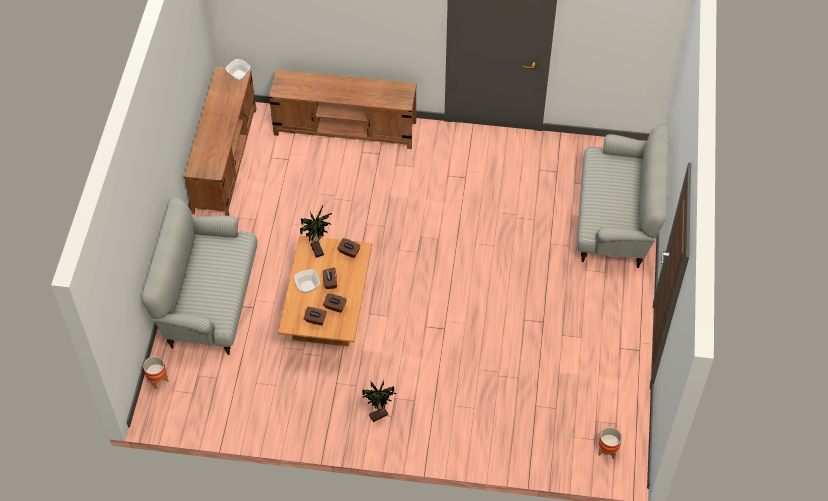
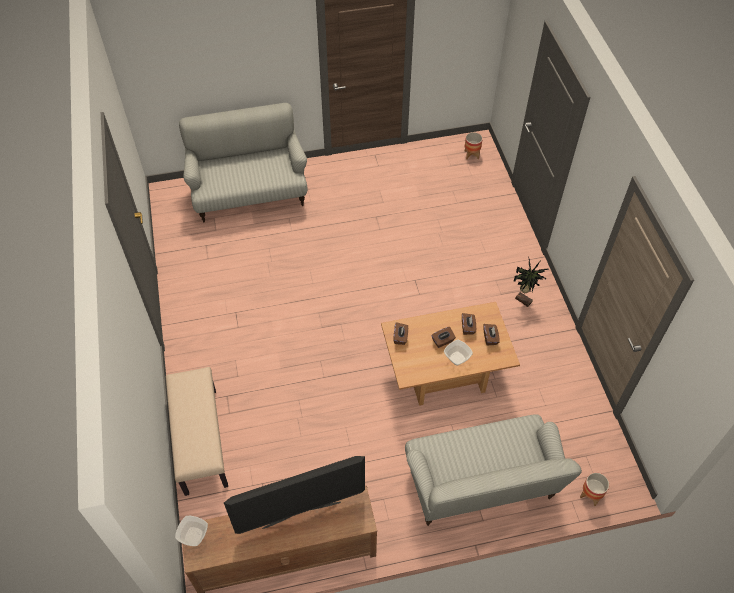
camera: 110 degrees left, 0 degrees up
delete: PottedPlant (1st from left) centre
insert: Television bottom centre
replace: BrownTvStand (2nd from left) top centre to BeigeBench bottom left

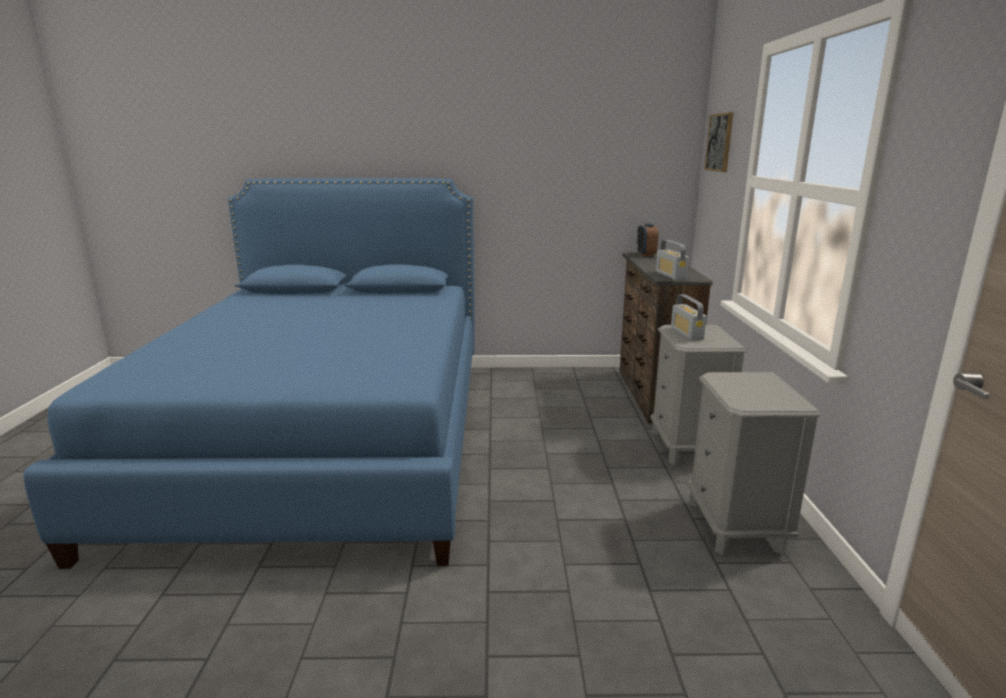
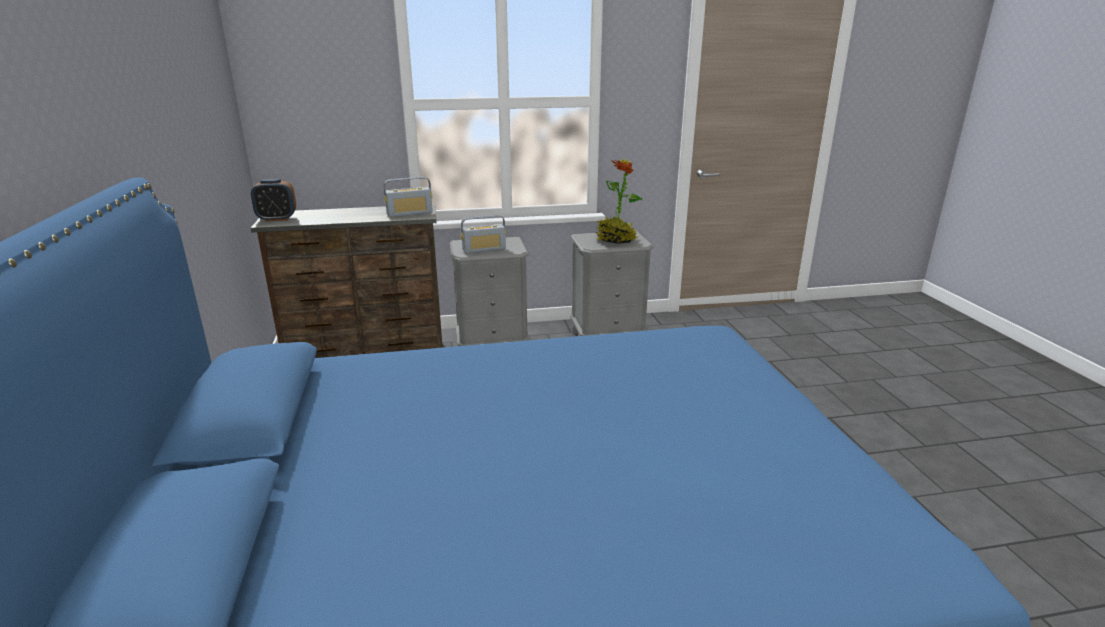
camera: 100 degrees left, 5 degrees up
delete: Picture top right
insert: PottedPlant top centre

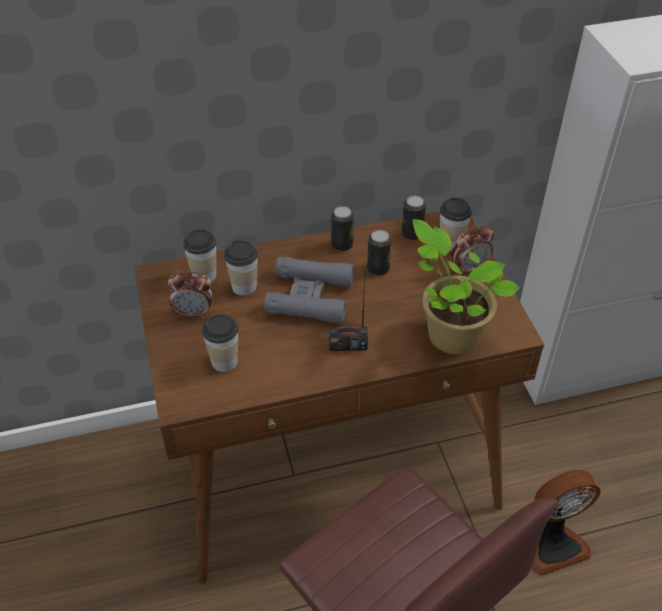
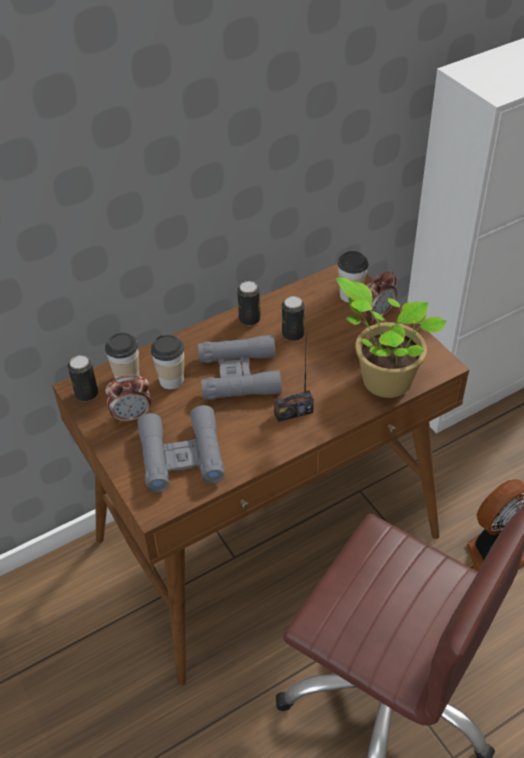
camera: 15 degrees left, 0 degrees up
move: Can (3rd from left in the first image) centre to Can (1st from left) middle left
replace: Cup (2nd from left) middle left to GreyBinoculars (1st from left) centre

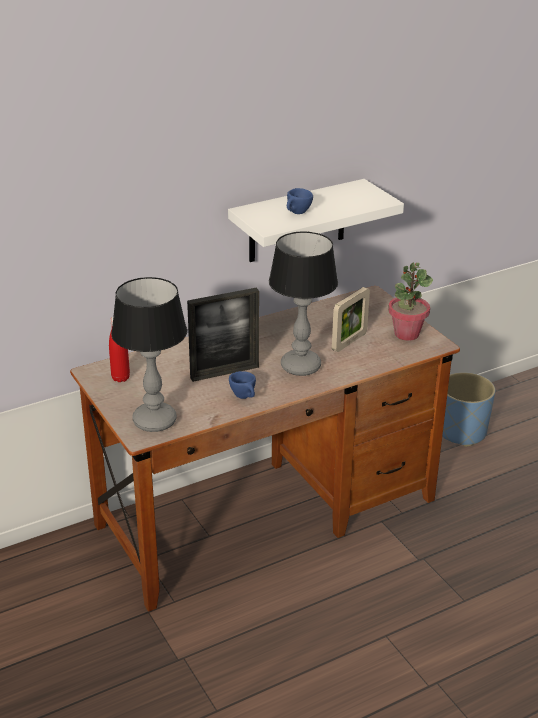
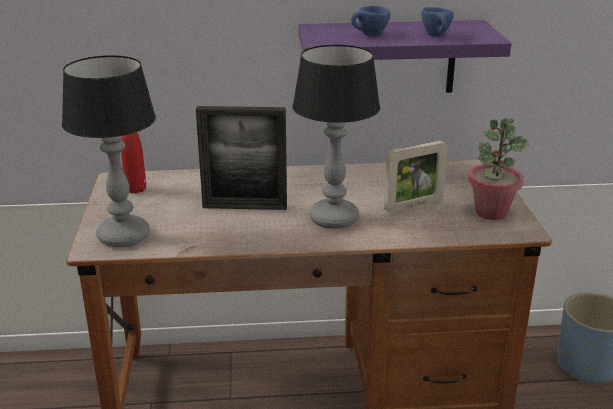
camera: 25 degrees right, 5 degrees down
move: BlueCup (1st from left in the first image) centre to BlueCup (2nd from left) top right
recolor: WhiteShelf top centre to PurpleShelf top centre

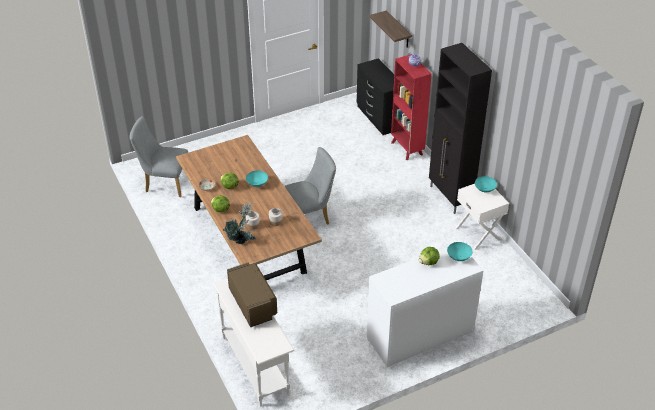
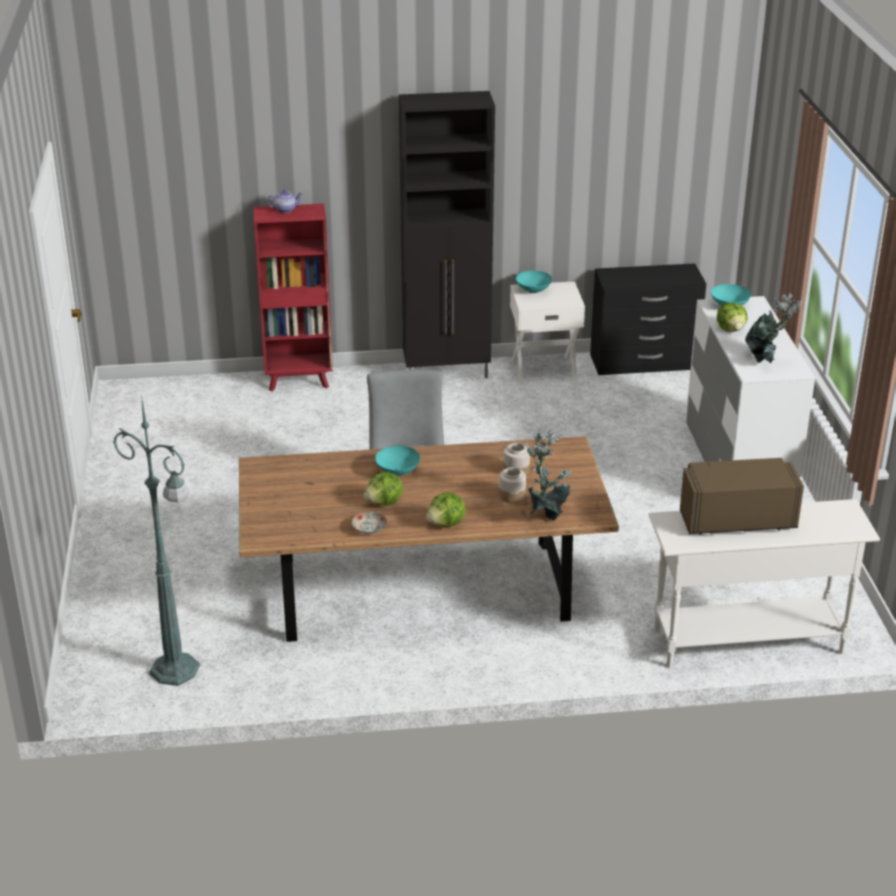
camera: 70 degrees left, 10 degrees down
delete: Shelf top centre
insert: PottedPlant (2nd from left) middle right
move: BlackDresser top centre to middle right
replace: GreyChair (1st from left) middle left to GreenFloorLamp middle left

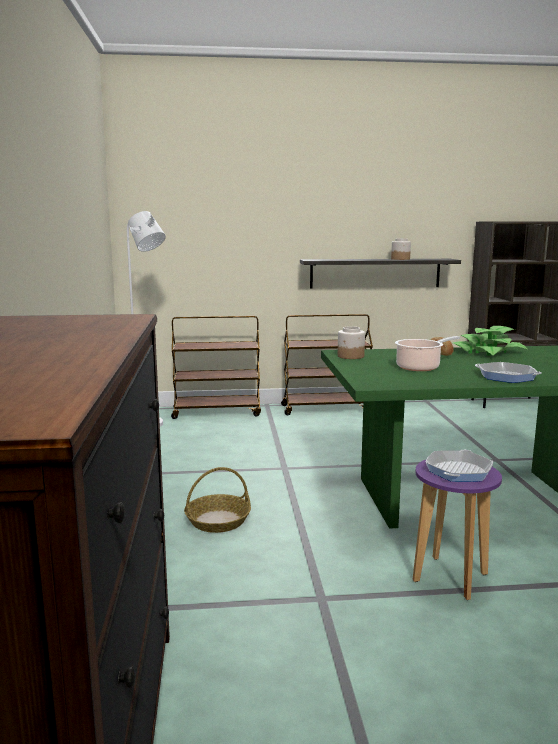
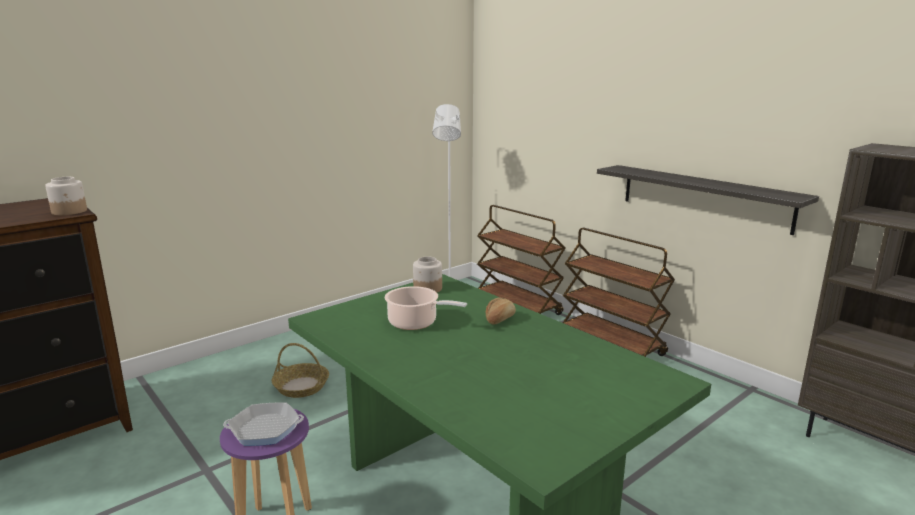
camera: 55 degrees right, 5 degrees up
delete: PottedPlant middle right; FryingPan (2nd from left) middle right
move: Jar (2nd from left in the first image) middle right to Jar (1st from left) middle left

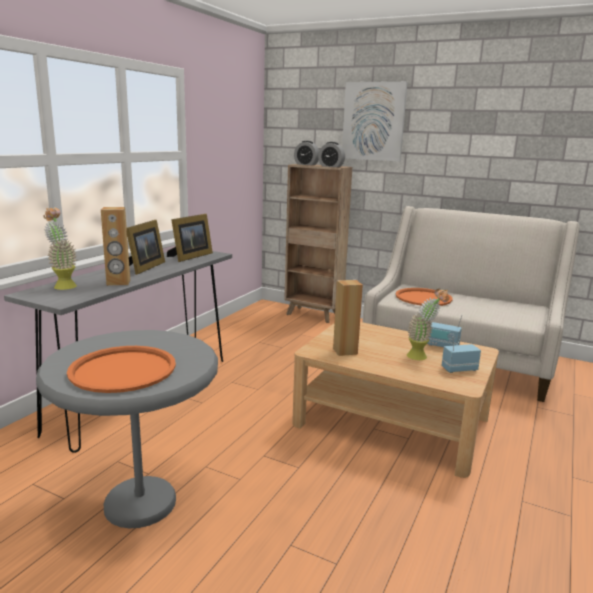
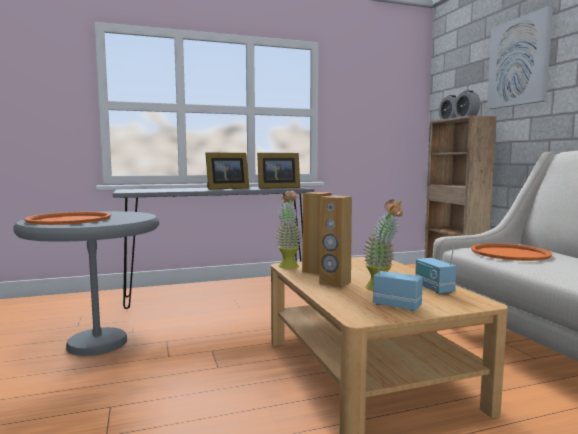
camera: 45 degrees right, 10 degrees down
move: PottedPlant (1st from left) middle left to centre; BrownSpeaker (1st from left in the first image) middle left to BrownSpeaker (2nd from left) centre

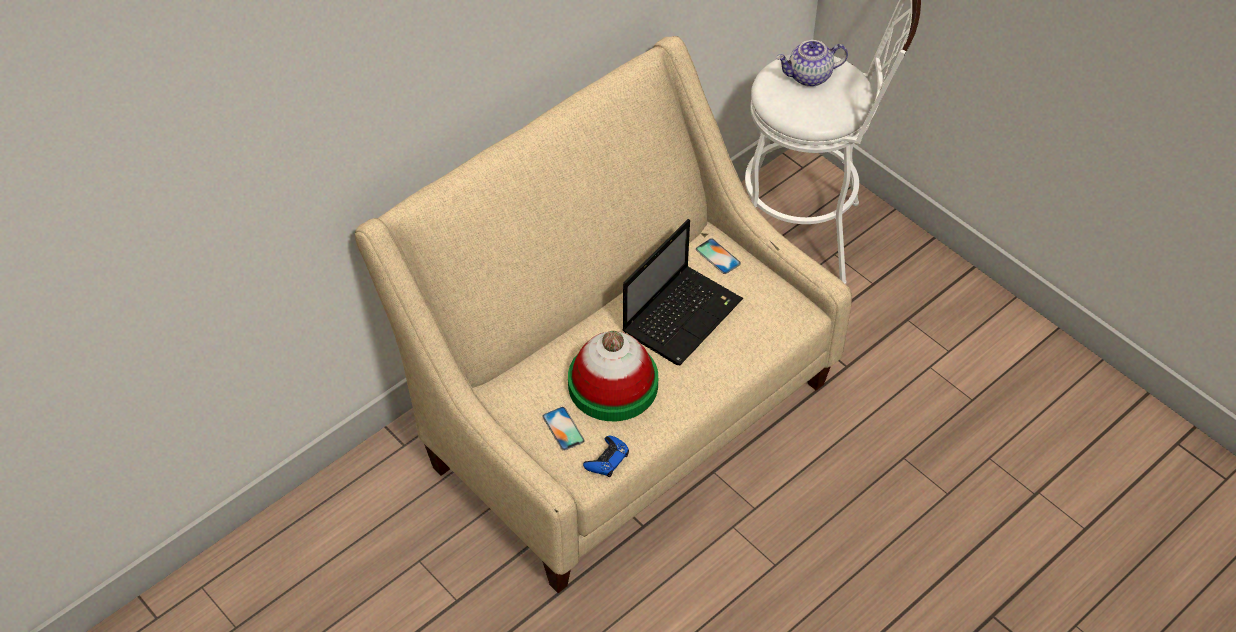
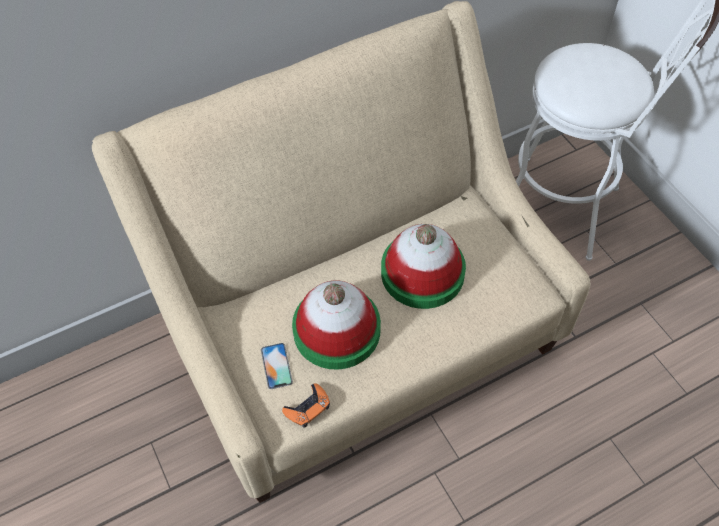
camera: 15 degrees right, 5 degrees up
delete: Phone (2nd from left) centre; Teapot top centre
replace: Laptop centre to Hat (2nd from left) centre
recolor: BlueGameController bottom centre to OrangeGameController bottom centre

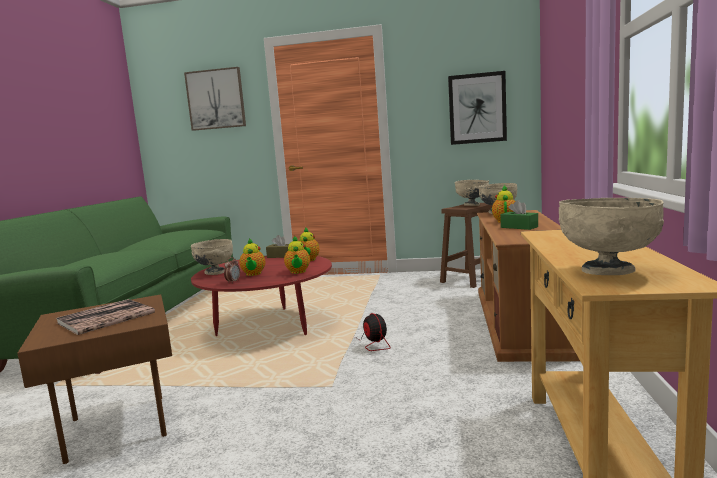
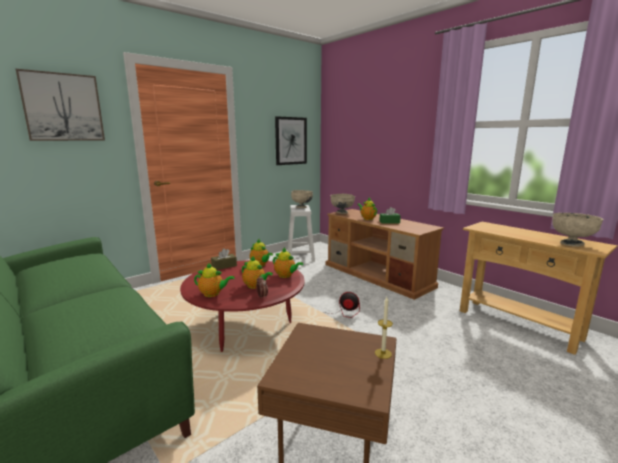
camera: 50 degrees left, 5 degrees up
delete: Book middle left
insert: Candle bottom centre
replace: BeigeBowl (1st from left) middle left to Teapot (1st from left) centre
recolor: BrownStool centre to WhiteStool centre

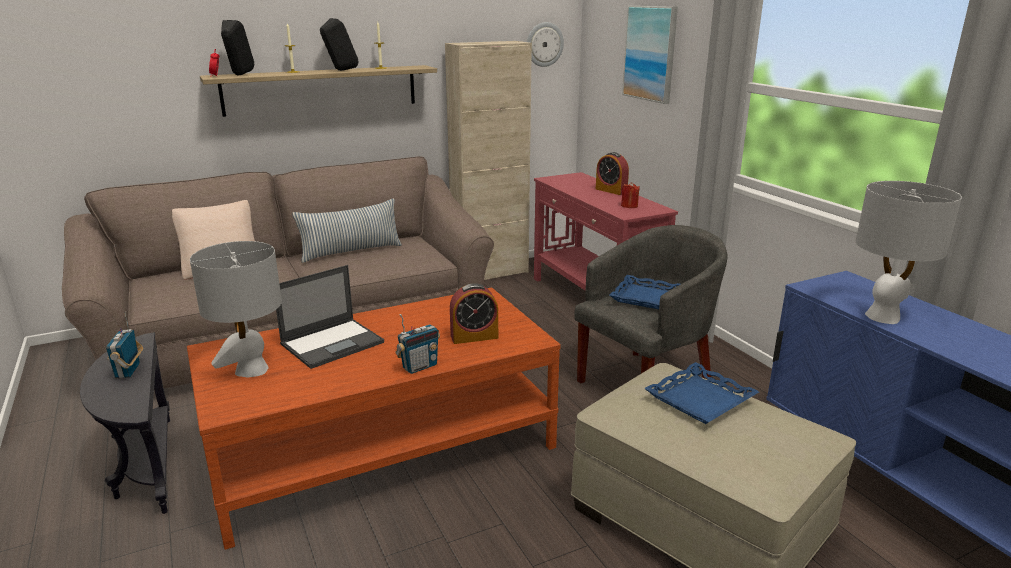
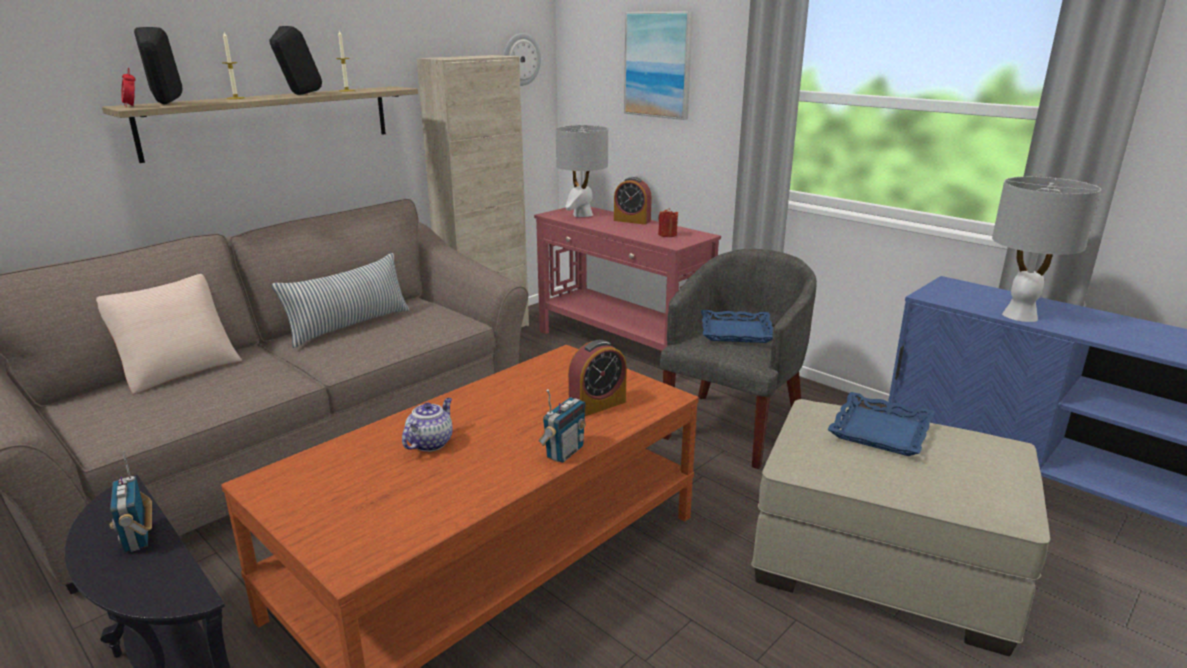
camera: 20 degrees left, 0 degrees up
move: GreyTableLamp (1st from left) middle left to top centre
replace: Laptop middle left to Teapot centre

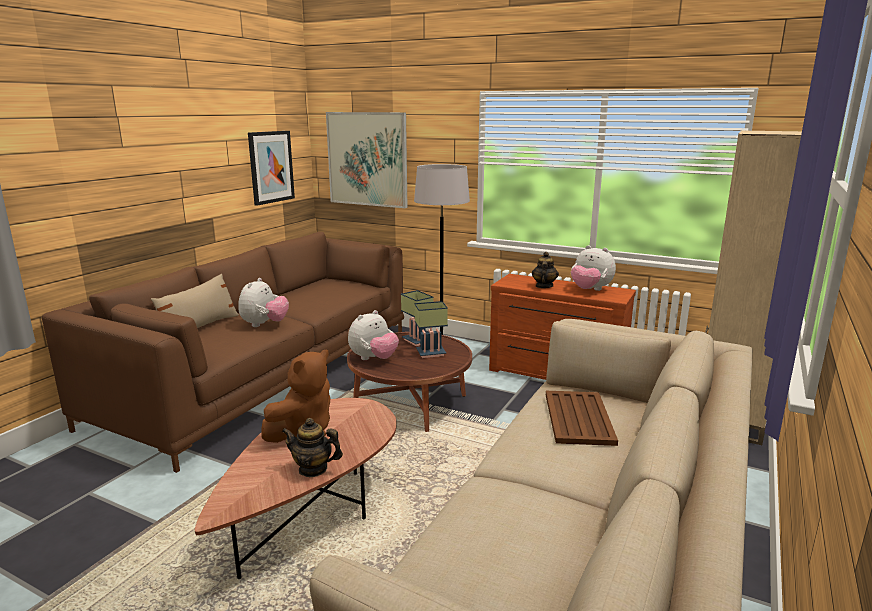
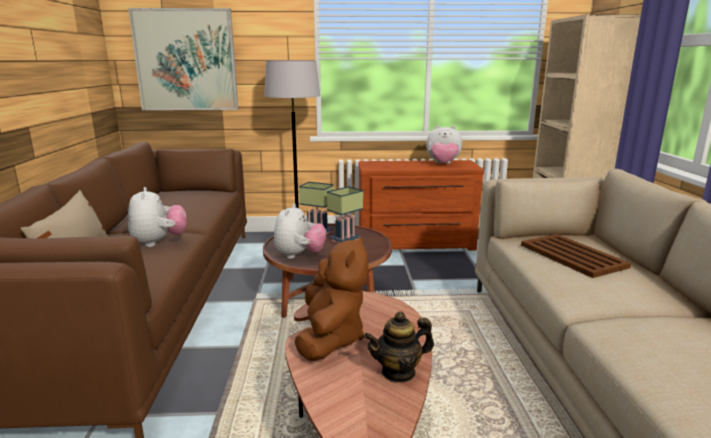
camera: 30 degrees left, 0 degrees up
delete: Picture (1st from left) top left; Teapot (2nd from left) centre

